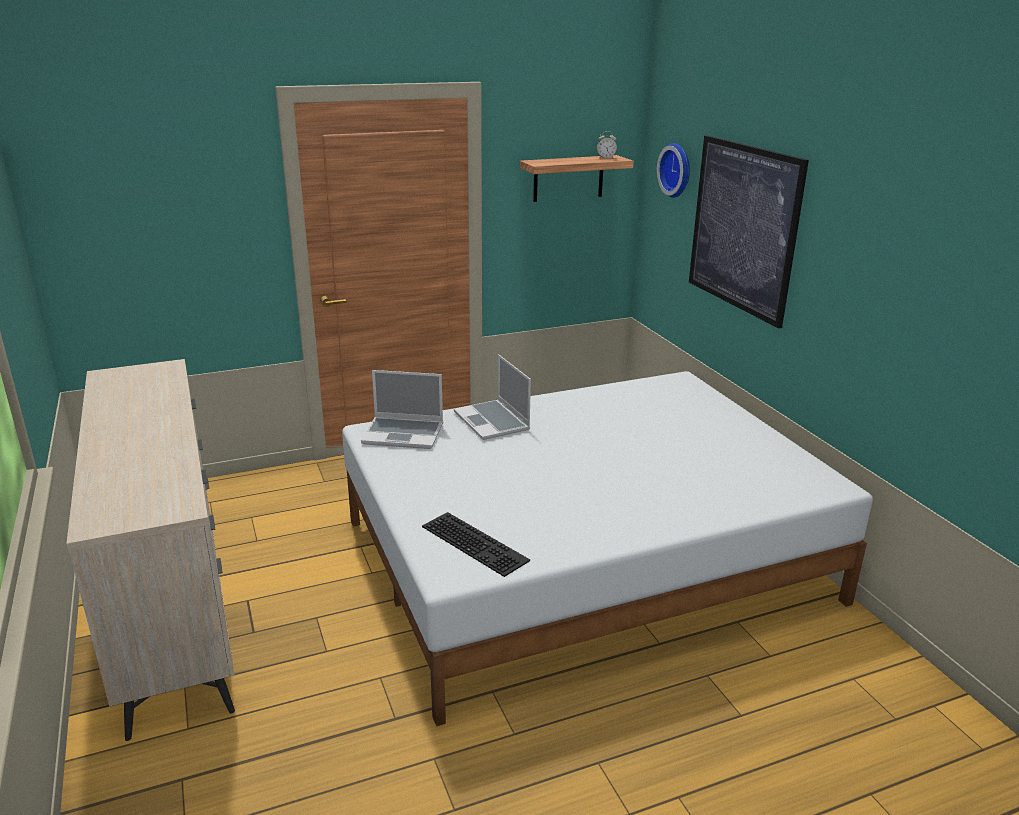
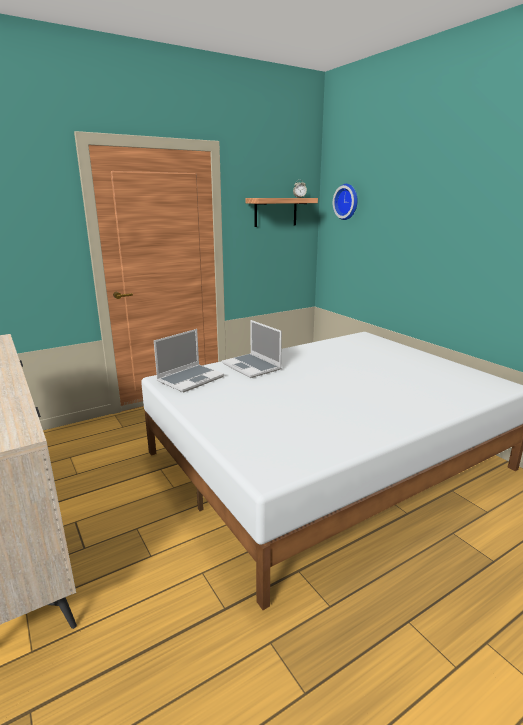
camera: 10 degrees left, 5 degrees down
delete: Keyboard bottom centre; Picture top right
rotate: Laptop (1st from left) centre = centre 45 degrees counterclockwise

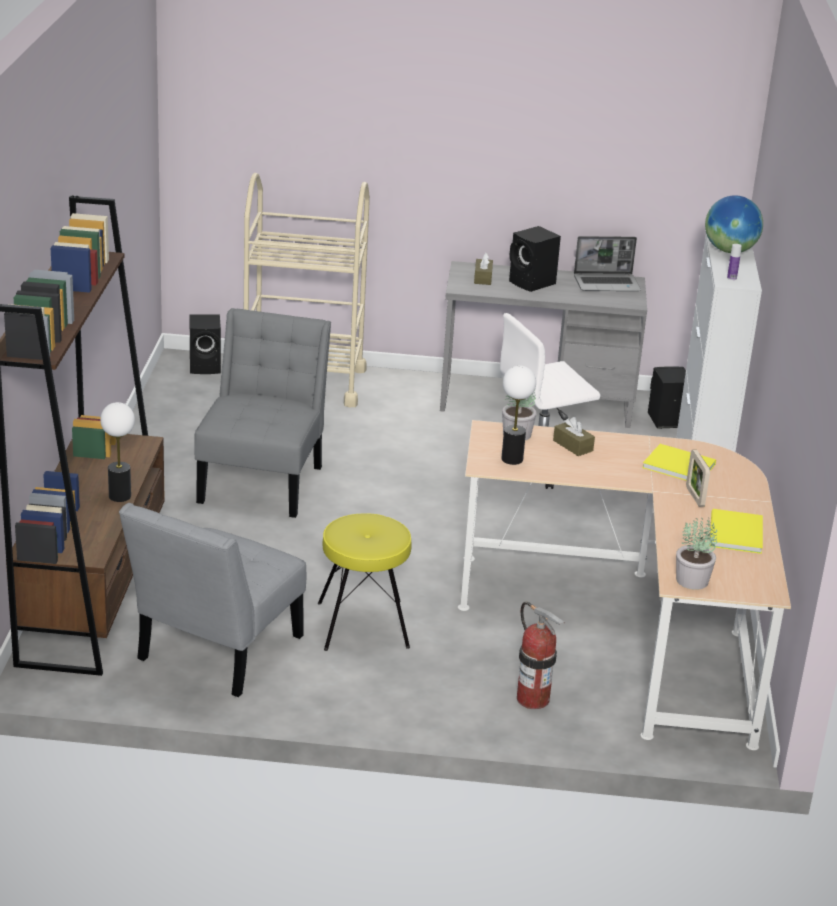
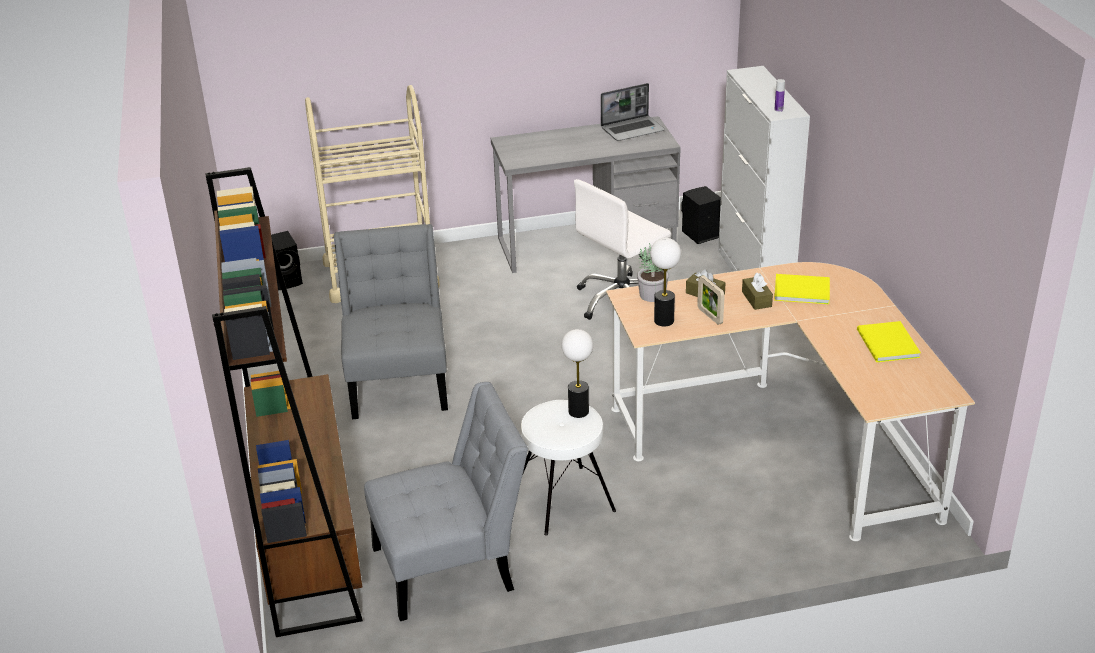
camera: 15 degrees left, 5 degrees up
delete: BlackSpeaker (2nd from left) top centre; FireExtinguisher bottom centre; PottedPlant (2nd from left) middle right; Globe top right
move: TableLamp (1st from left) middle left to centre; PictureFrame middle right to centre; BrownTissueBox (1st from left in the first image) top centre to BrownTissueBox (2nd from left) middle right
recolor: YellowStool centre to WhiteStool bottom centre
rotate: GreyChair (1st from left in the first image) middle left = bottom centre 120 degrees counterclockwise

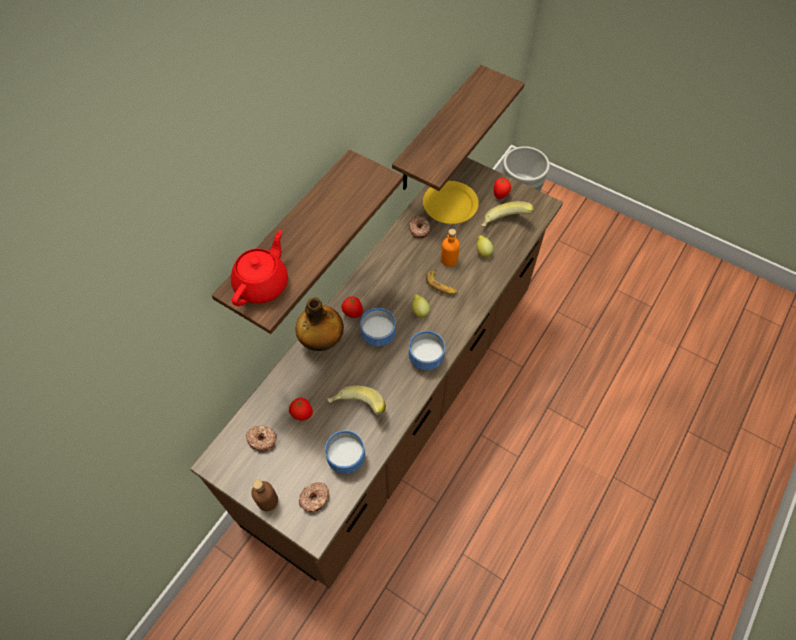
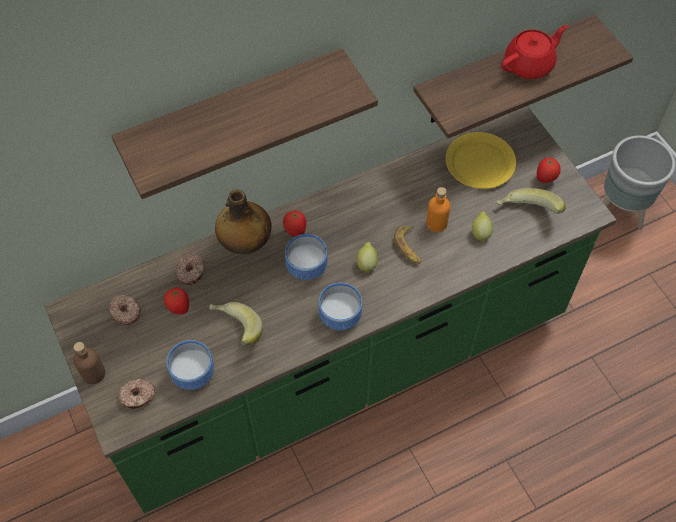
camera: 30 degrees right, 0 degrees up
move: Donut (3rd from left) centre to middle left; RedTeapot middle left to top right
recolor: BrownCounter centre to GreenCounter centre

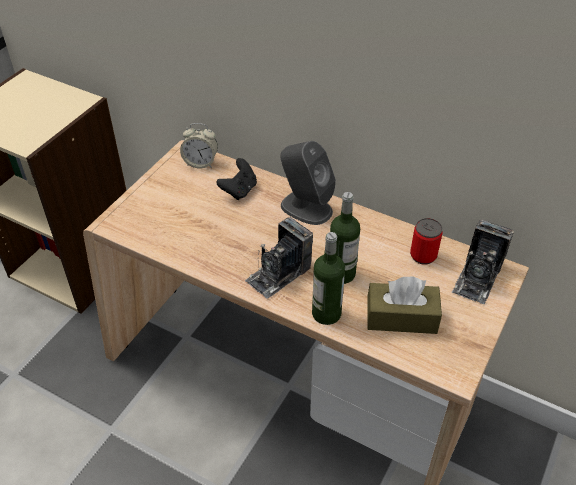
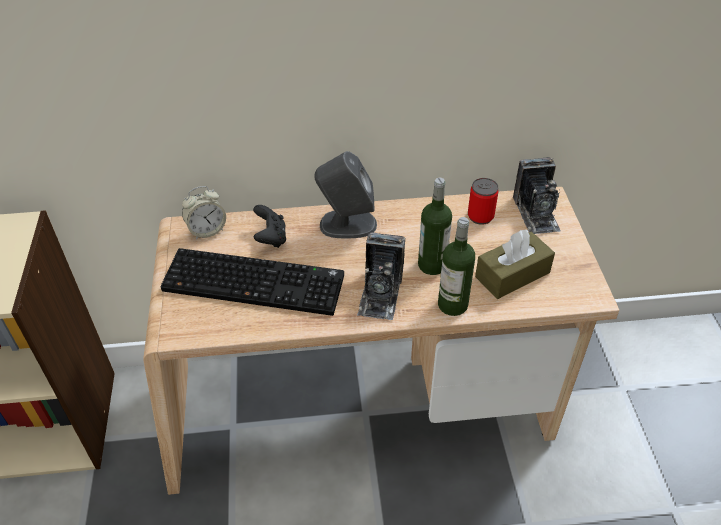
camera: 35 degrees left, 0 degrees up
insert: Keyboard centre

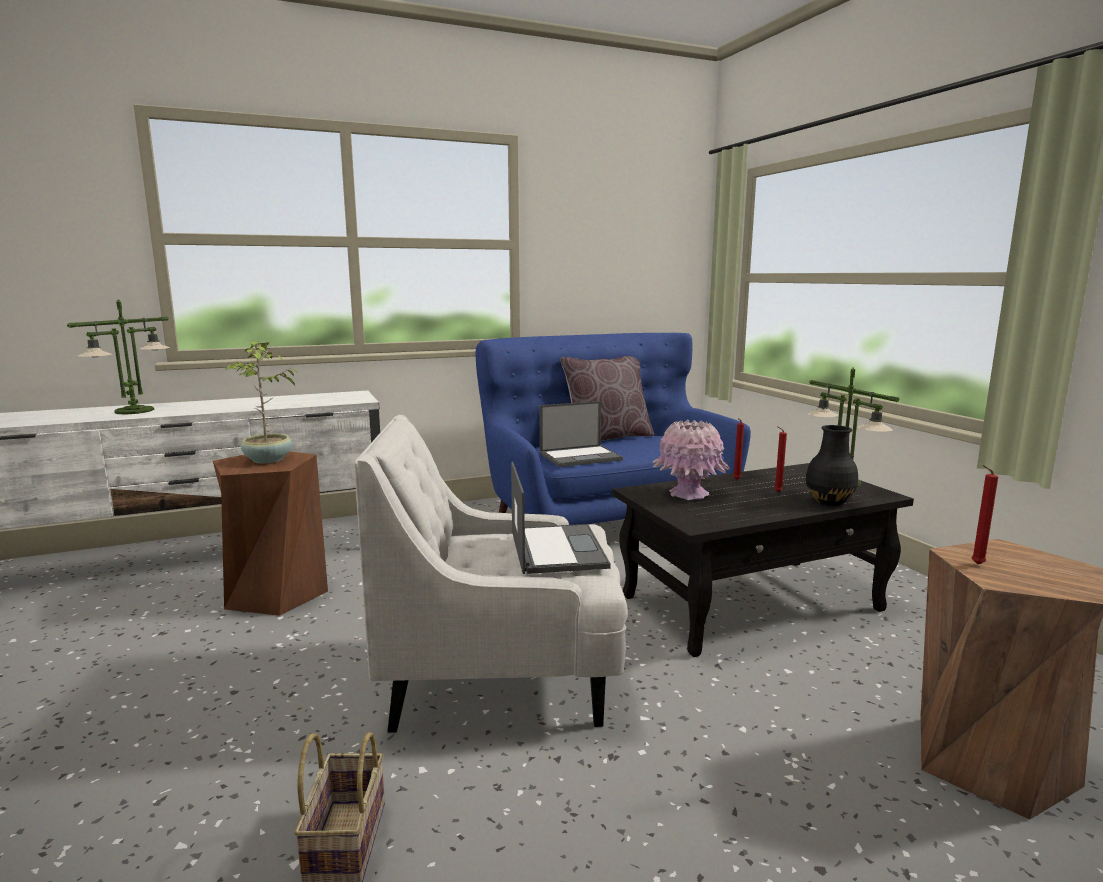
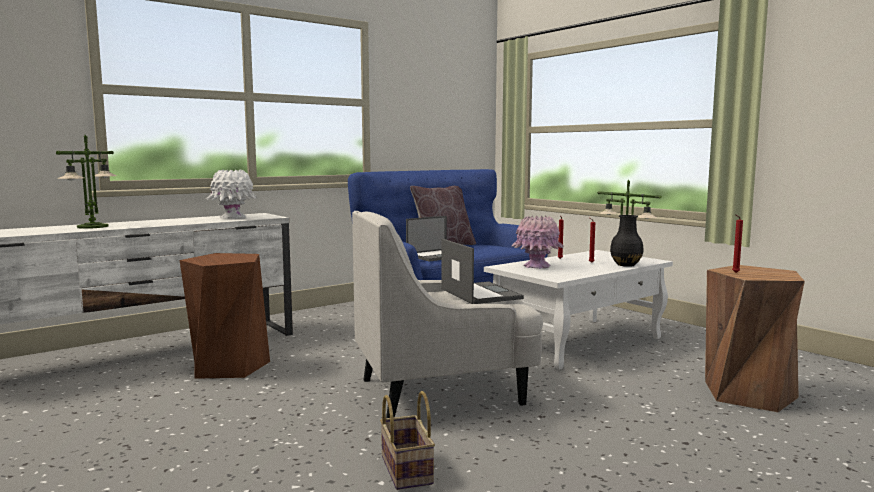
camera: 15 degrees left, 5 degrees down
delete: PottedPlant middle left
insert: WhiteVase middle left
recolor: BlackCoffeeTable middle right to WhiteCoffeeTable centre

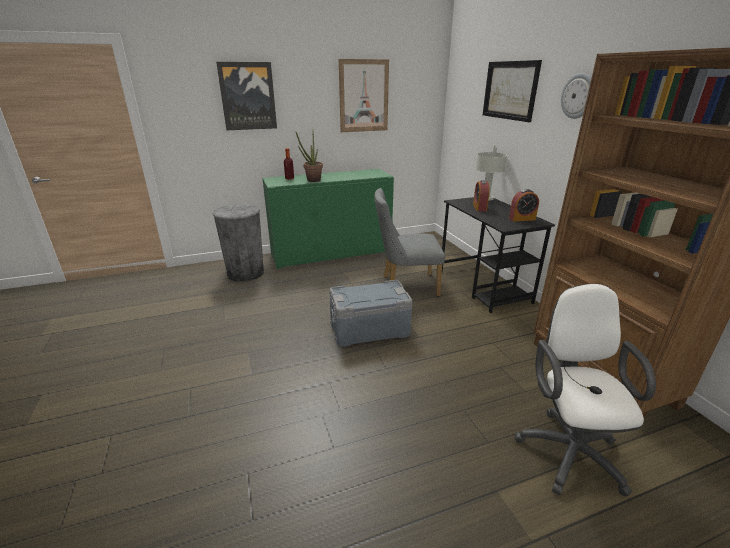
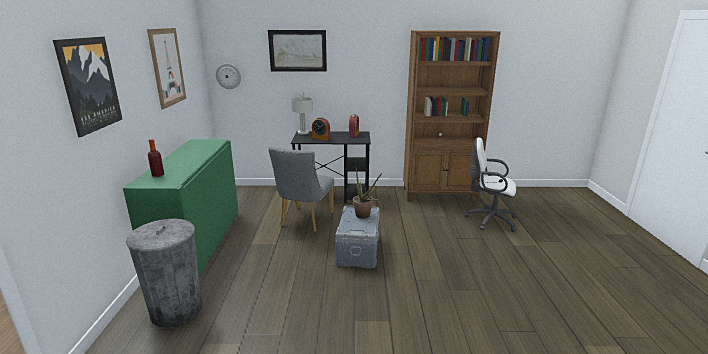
camera: 70 degrees left, 5 degrees down
move: WallClock top right to top left; PottedPlant top centre to centre

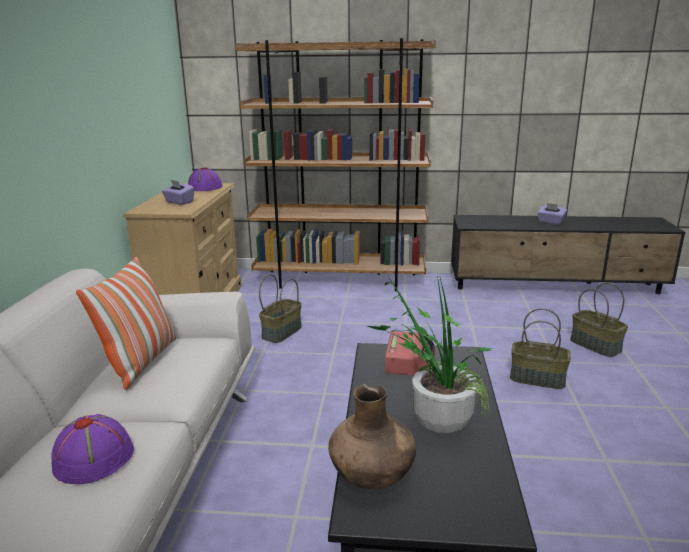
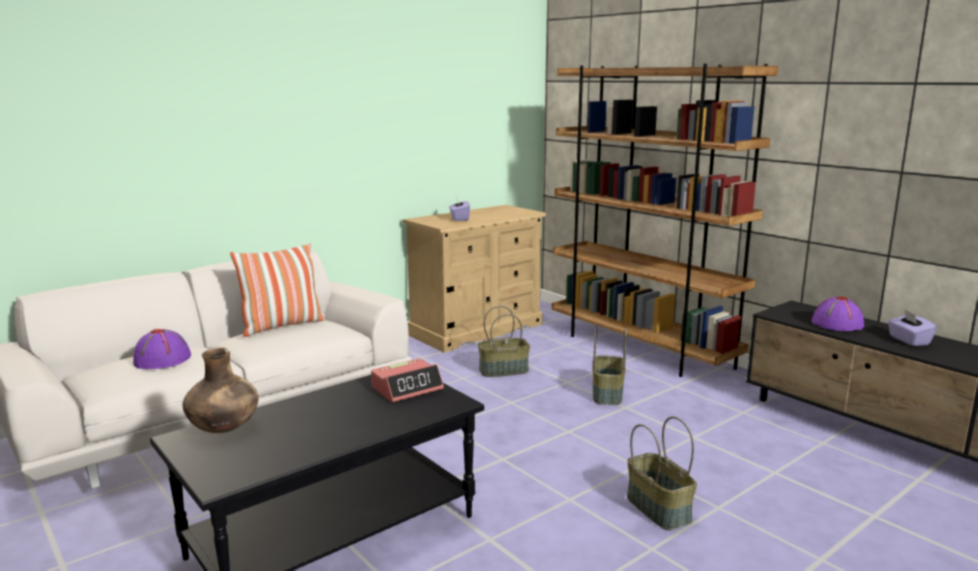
camera: 45 degrees right, 5 degrees down
delete: PottedPlant centre
move: Basket (3rd from left in the first image) middle right to Basket (2nd from left) centre; PurpleHat (2nd from left) top left to middle right

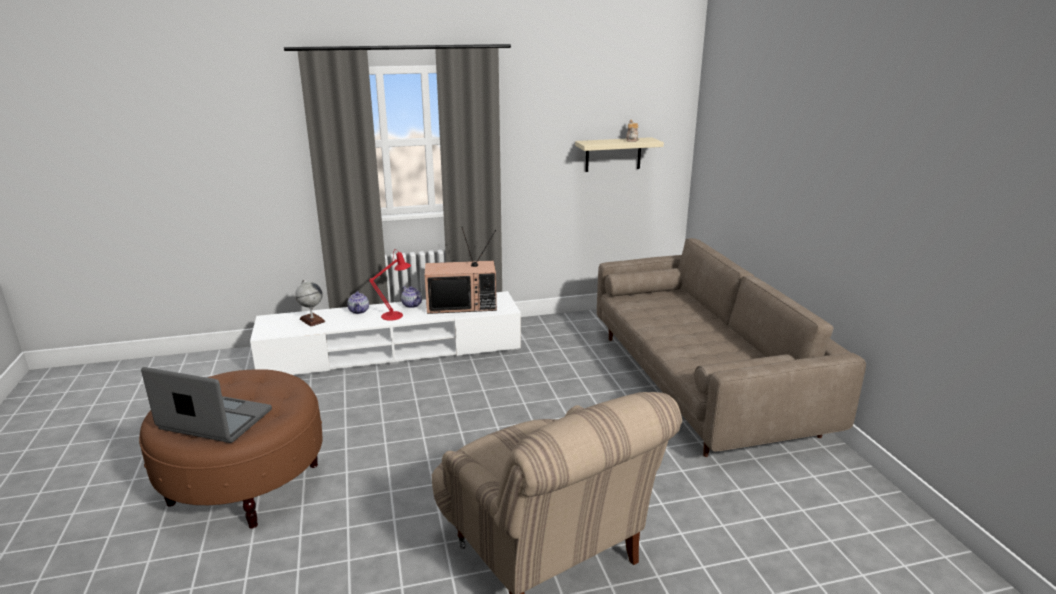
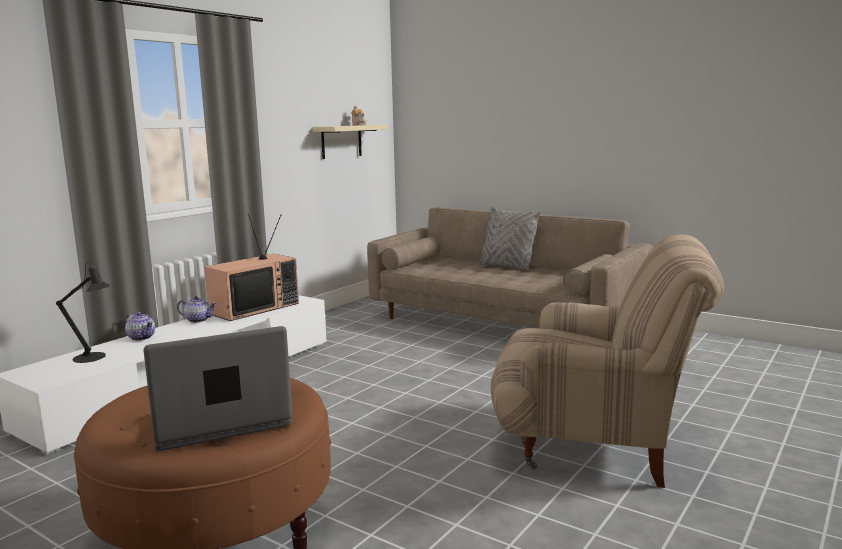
camera: 40 degrees left, 10 degrees down
delete: RedTableLamp centre
insert: GreyPillow centre
replace: Globe middle left to BlackTableLamp middle left

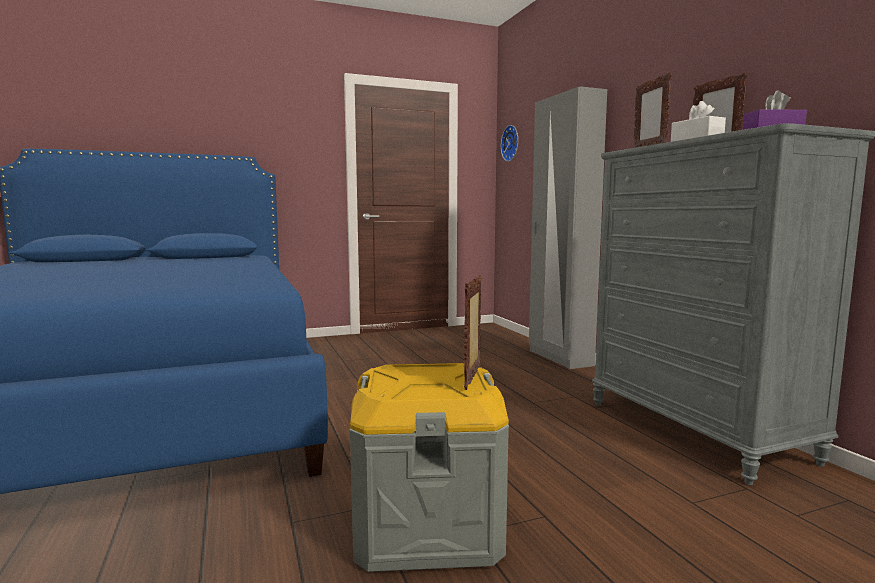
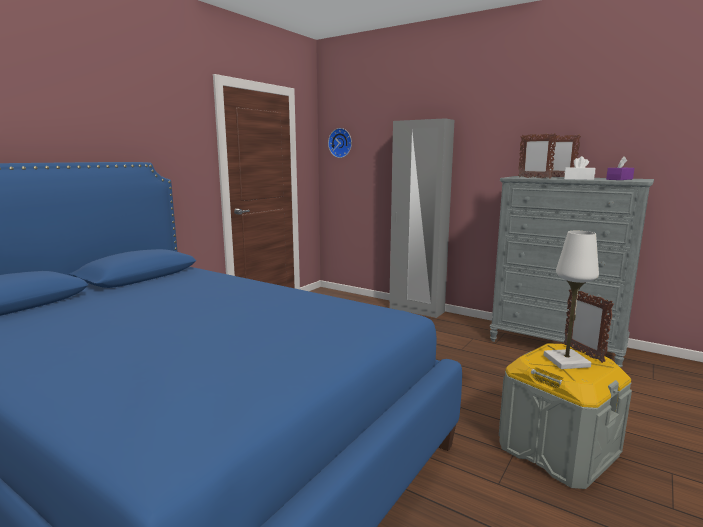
camera: 35 degrees left, 5 degrees up
insert: WhiteTableLamp middle right

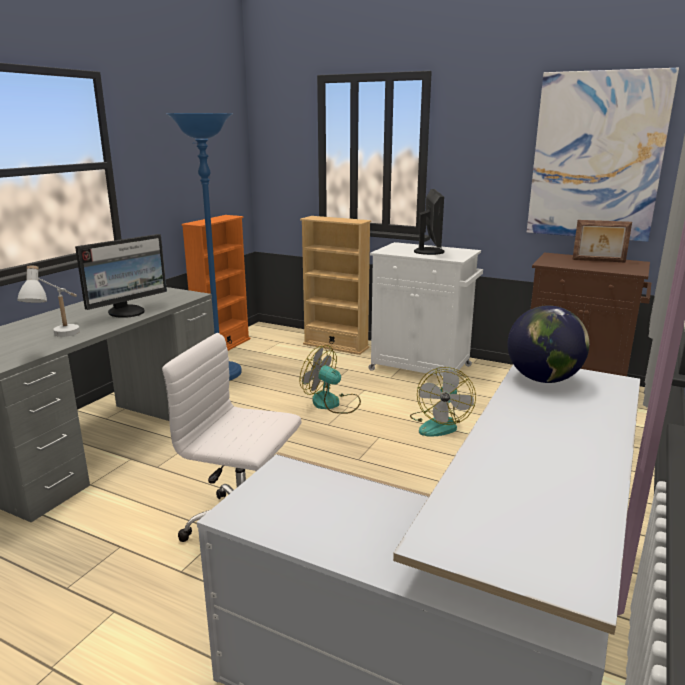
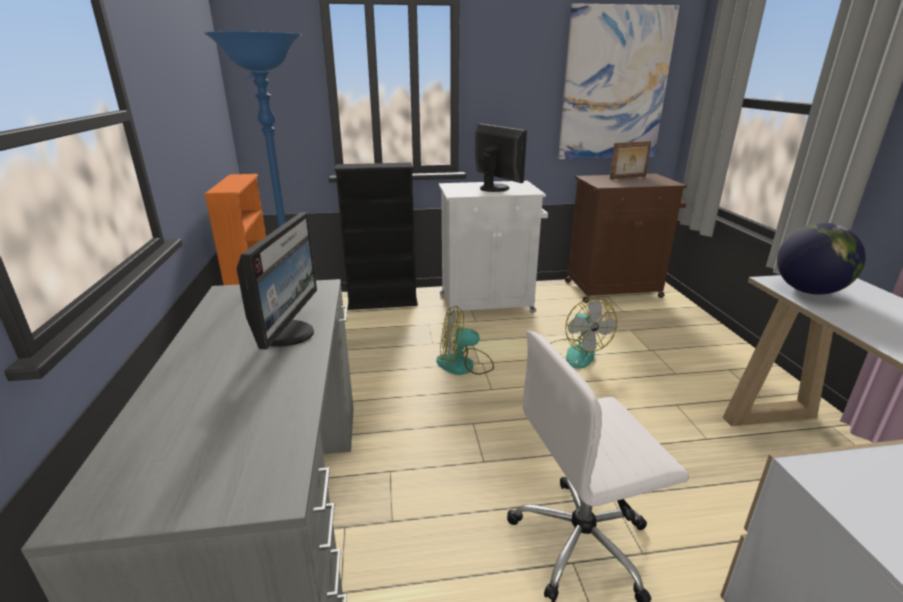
camera: 35 degrees left, 5 degrees up
delete: WhiteTableLamp middle left
recolor: BeigeBookcase centre to BlackBookcase centre

